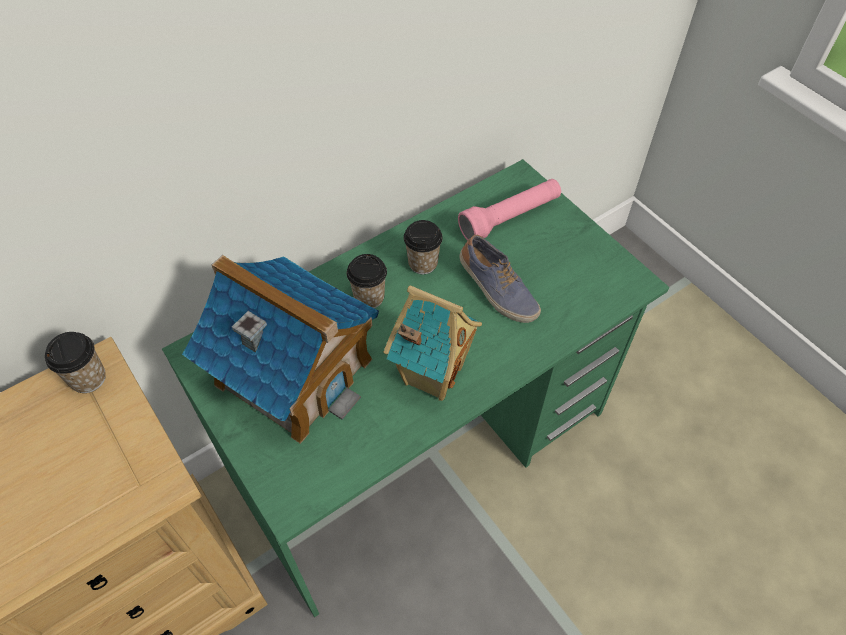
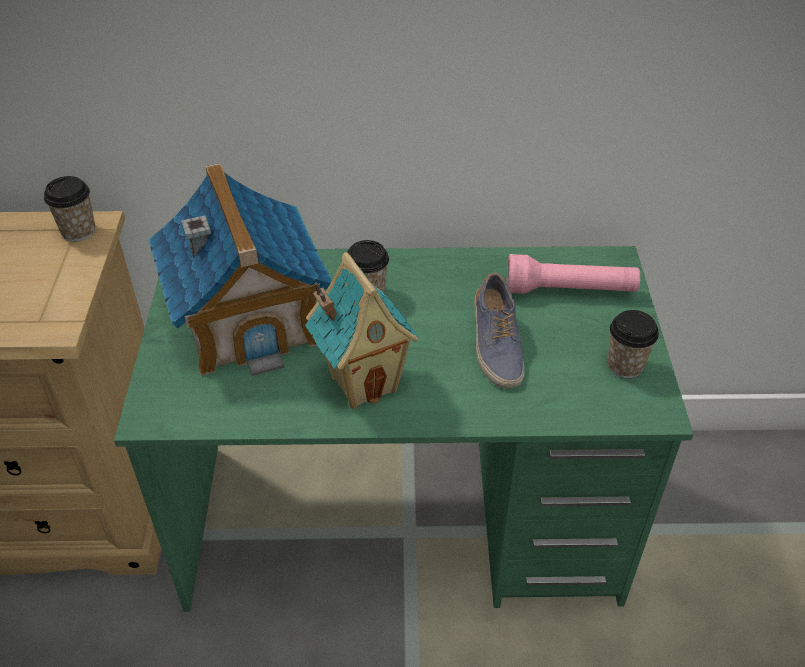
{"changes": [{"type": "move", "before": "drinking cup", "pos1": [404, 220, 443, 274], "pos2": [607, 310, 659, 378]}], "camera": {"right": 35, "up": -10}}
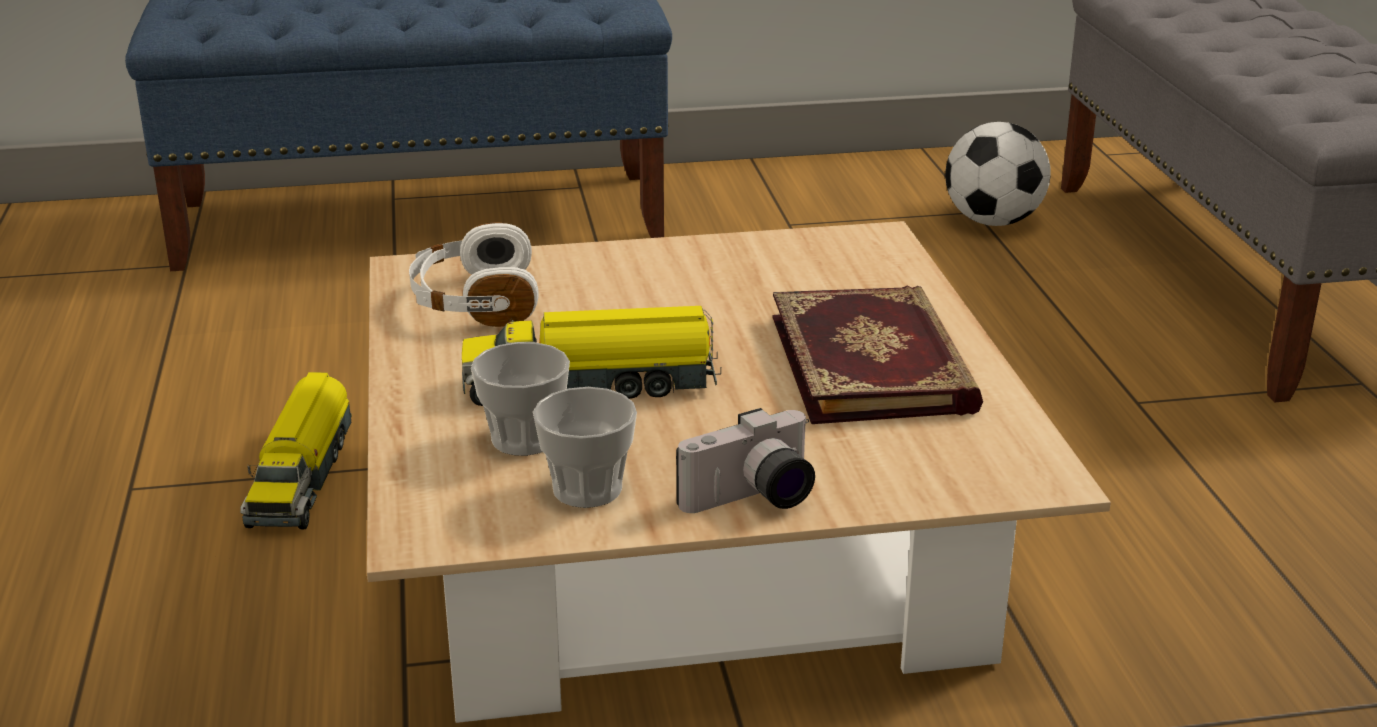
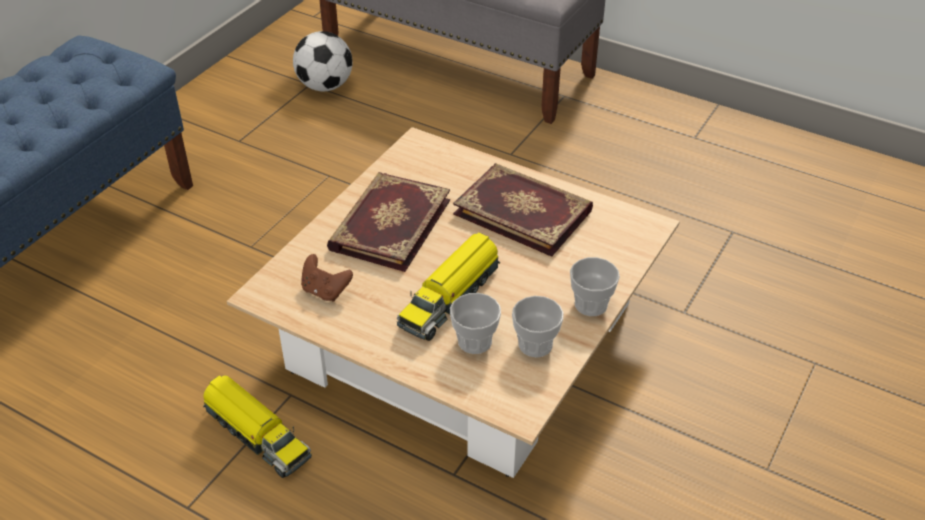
{"changes": [{"type": "replace", "before": "headset (white)", "after": "game controller (brown)", "pos1": [409, 222, 539, 327], "pos2": [301, 254, 353, 302]}, {"type": "replace", "before": "still camera", "after": "drinking cup", "pos1": [676, 408, 815, 513], "pos2": [570, 257, 620, 316]}, {"type": "insert", "after": "bound book", "pos2": [327, 172, 450, 272]}], "camera": {"right": -50, "up": 15}}
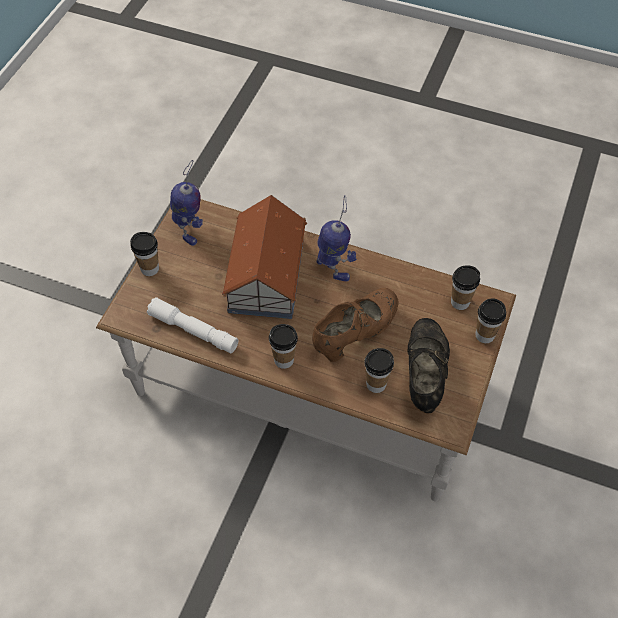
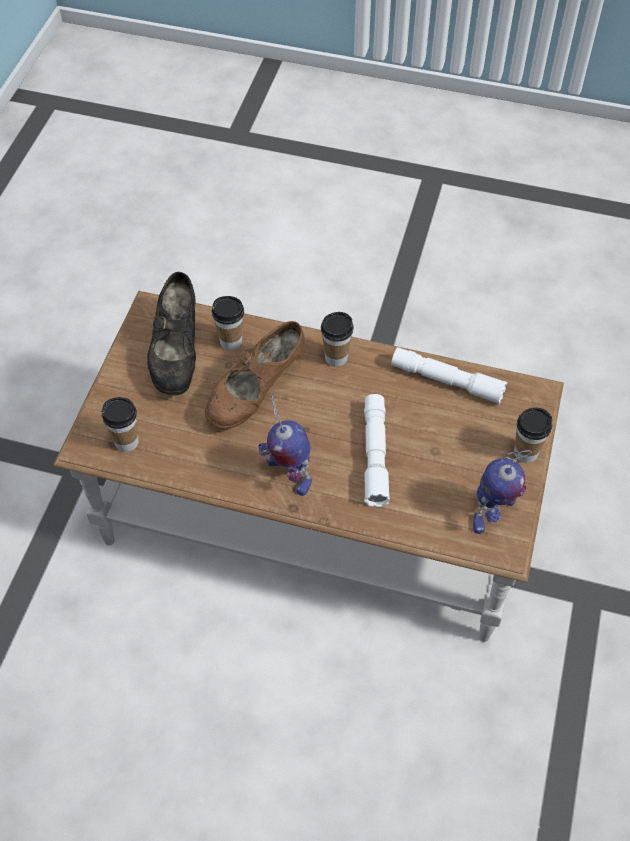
{"changes": [{"type": "rotate", "before": "model robot", "pos1": [170, 160, 203, 246], "pos2": [473, 450, 532, 534], "turn": -120}, {"type": "replace", "before": "model house", "after": "torch (white)", "pos1": [222, 195, 307, 319], "pos2": [364, 394, 390, 507]}, {"type": "delete", "before": "drinking cup", "pos1": [476, 299, 506, 343]}], "camera": {"right": 175, "up": 0}}
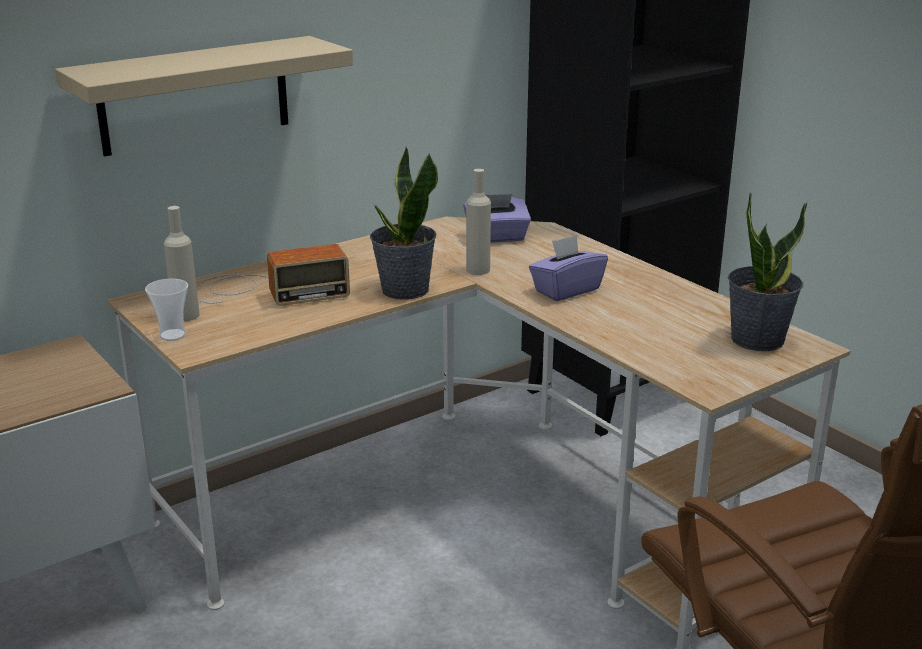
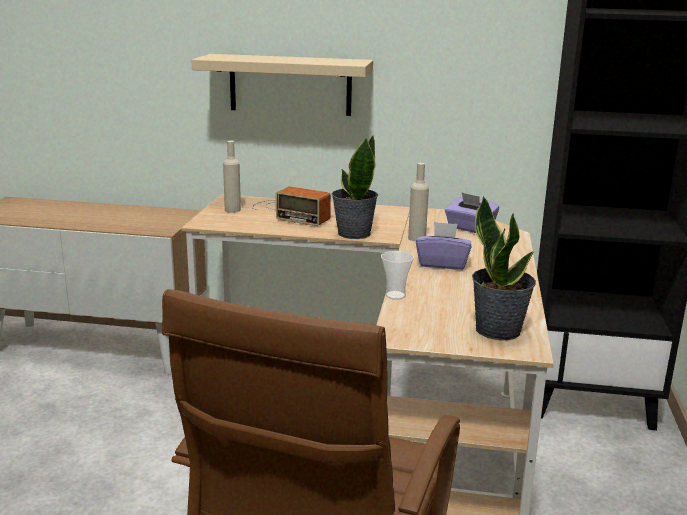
{"changes": [{"type": "move", "before": "drinking cup", "pos1": [145, 279, 188, 341], "pos2": [381, 251, 414, 300]}], "camera": {"right": 45, "up": -5}}
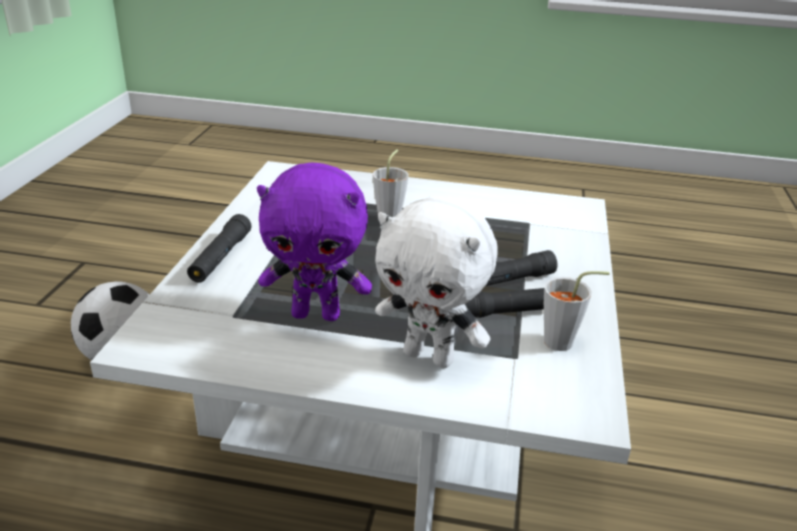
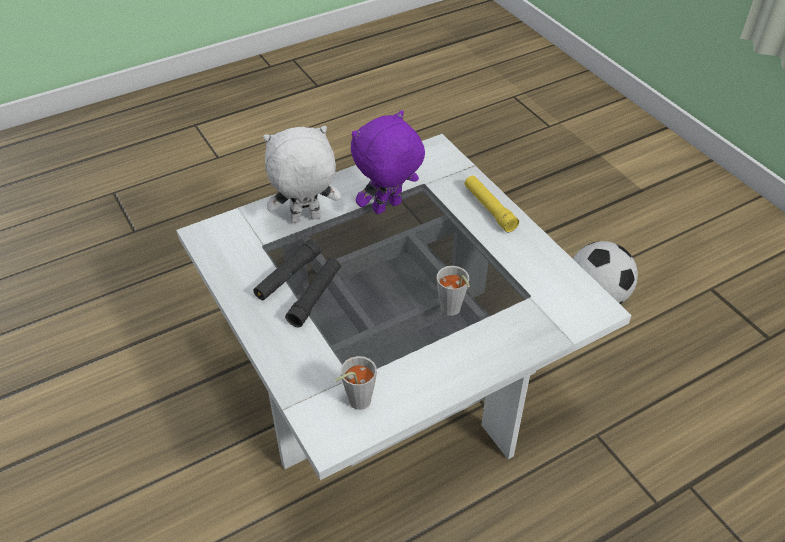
{"changes": [{"type": "recolor", "before": "torch (blackish)", "after": "torch (yellow)", "pos1": [187, 214, 251, 283], "pos2": [465, 176, 519, 232]}, {"type": "move", "before": "drinking cup (greyish)", "pos1": [544, 271, 610, 351], "pos2": [335, 356, 377, 410]}], "camera": {"right": 140, "up": 15}}
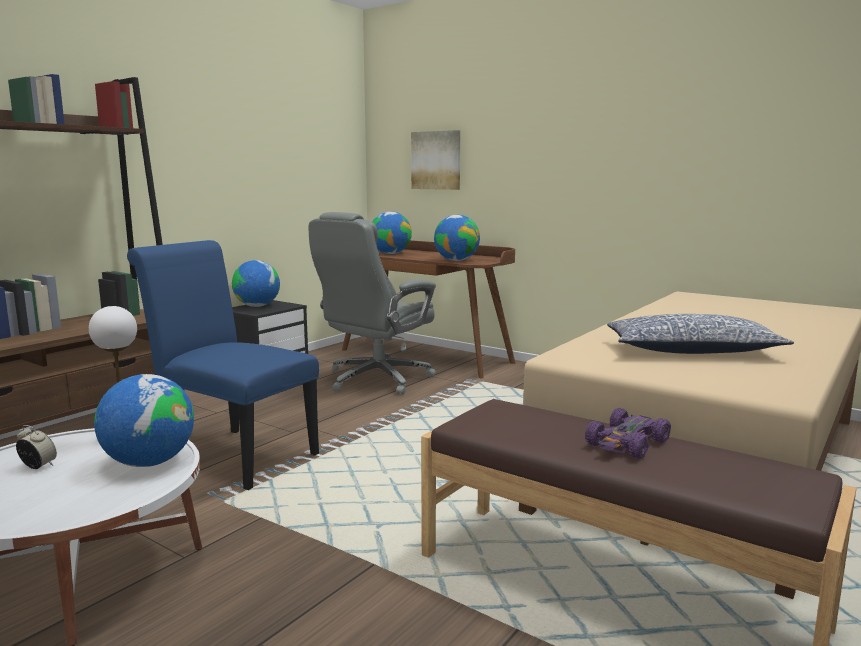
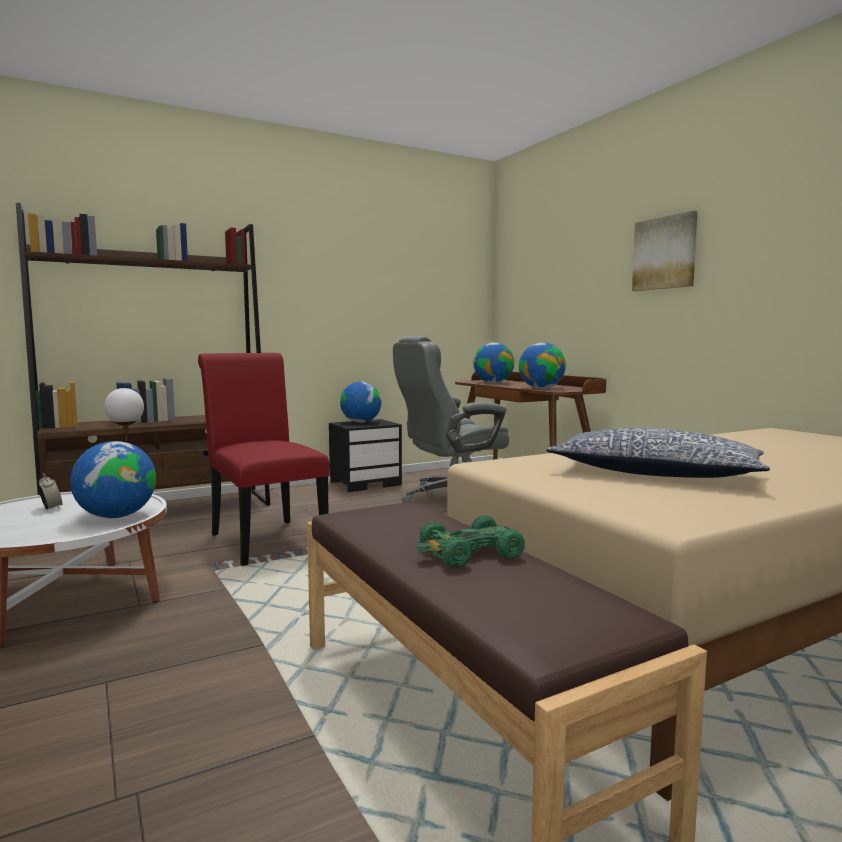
{"changes": [{"type": "move", "before": "wall art", "pos1": [411, 130, 460, 190], "pos2": [632, 211, 698, 291]}, {"type": "recolor", "before": "upright chair (blue)", "after": "upright chair (red-coloured)", "pos1": [127, 240, 319, 490], "pos2": [198, 353, 330, 566]}, {"type": "recolor", "before": "model car (purple)", "after": "model car (green)", "pos1": [585, 408, 671, 459], "pos2": [415, 515, 525, 568]}], "camera": {"right": 25, "up": -5}}
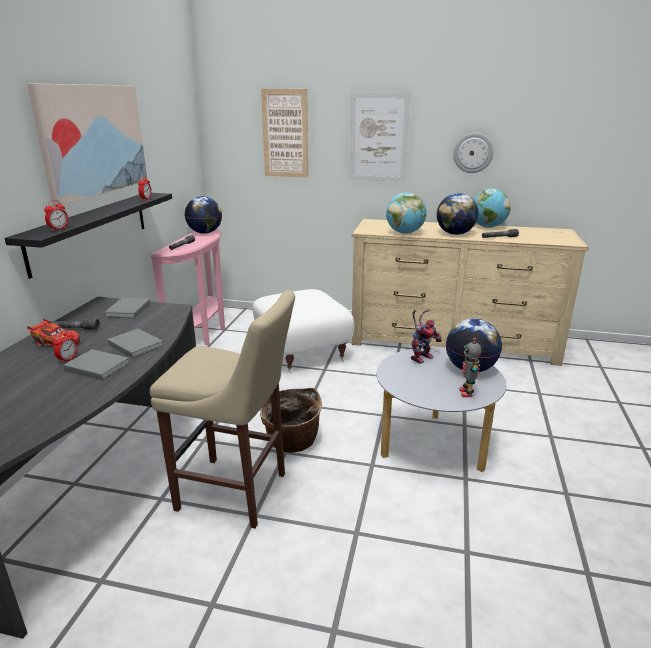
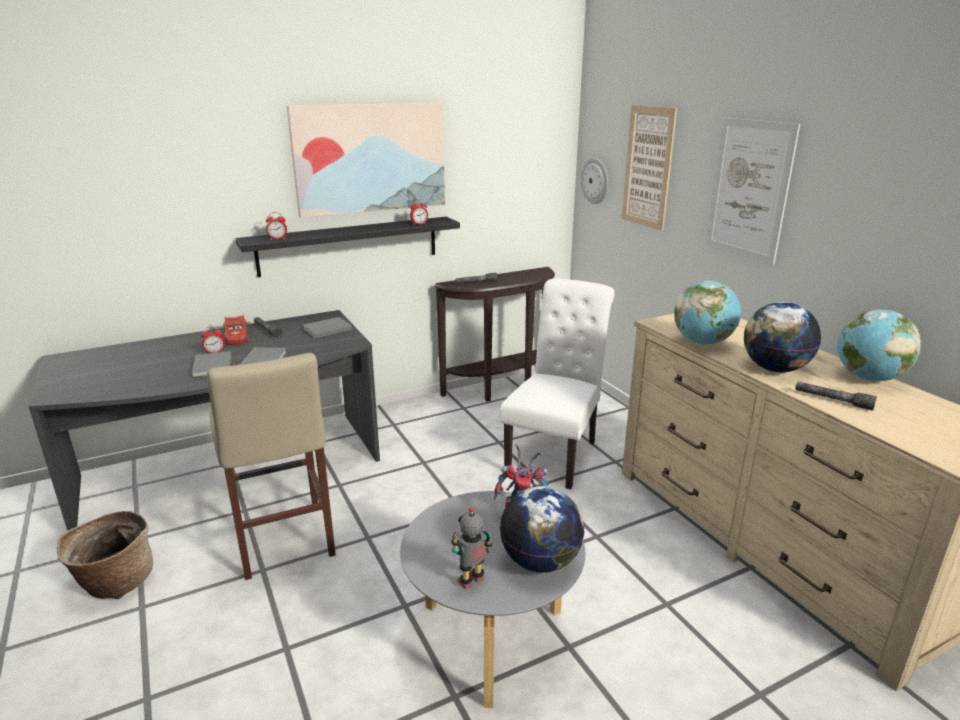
{"changes": [{"type": "move", "before": "wall clock", "pos1": [453, 133, 494, 173], "pos2": [581, 158, 608, 204]}, {"type": "delete", "before": "globe", "pos1": [185, 196, 222, 234]}, {"type": "recolor", "before": "hall table (pink-coloured)", "after": "hall table (brown)", "pos1": [150, 229, 225, 345], "pos2": [434, 267, 555, 402]}, {"type": "replace", "before": "pouffe (white)", "after": "upright chair (white)", "pos1": [253, 289, 354, 373], "pos2": [500, 279, 615, 489]}, {"type": "move", "before": "household basket", "pos1": [260, 388, 322, 452], "pos2": [56, 511, 153, 599]}], "camera": {"right": 50, "up": 0}}
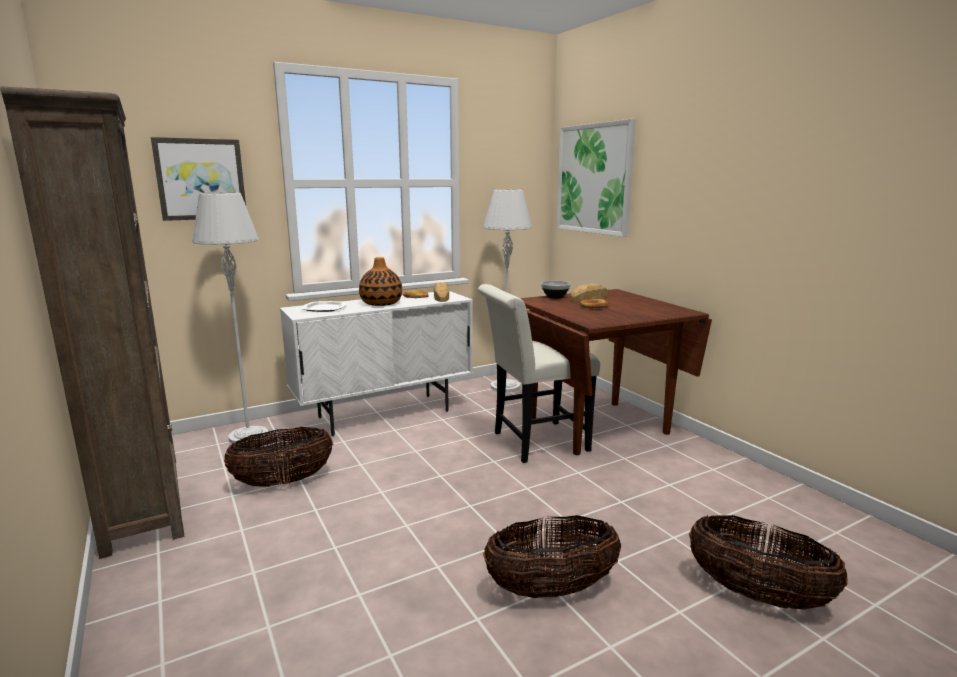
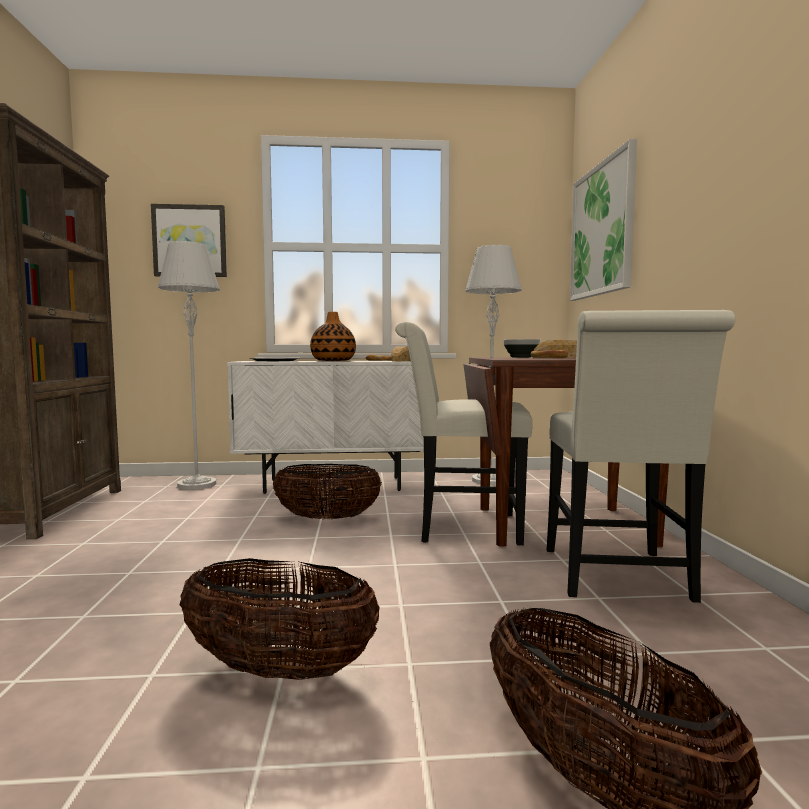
{"changes": [{"type": "move", "before": "household basket", "pos1": [224, 427, 333, 487], "pos2": [273, 464, 382, 519]}, {"type": "insert", "after": "upright chair (white)", "pos2": [547, 310, 736, 603]}], "camera": {"right": 25, "up": -10}}
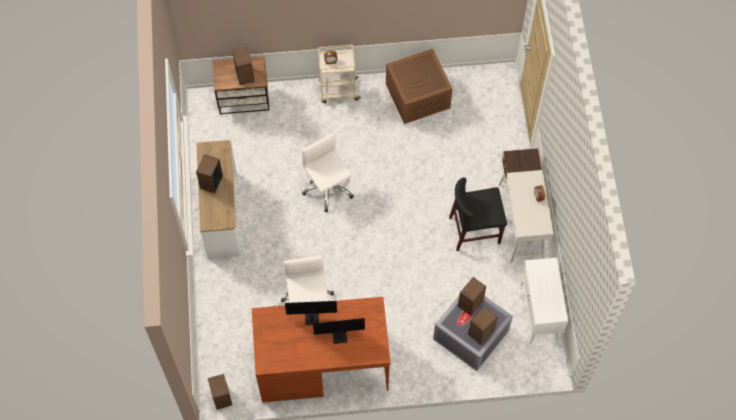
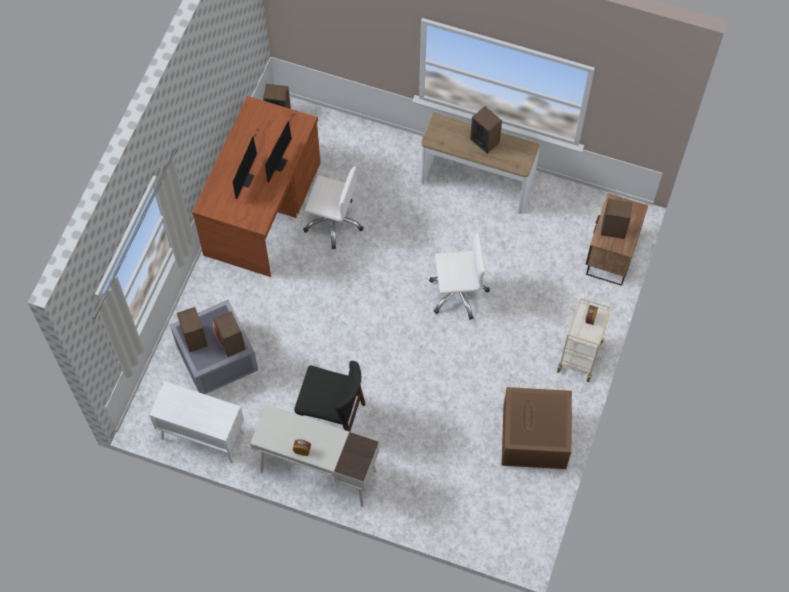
{"changes": [{"type": "rotate", "before": "upright chair (blackish)", "pos1": [449, 178, 507, 251], "pos2": [294, 361, 365, 432], "turn": 90}], "camera": {"right": 115, "up": 0}}
